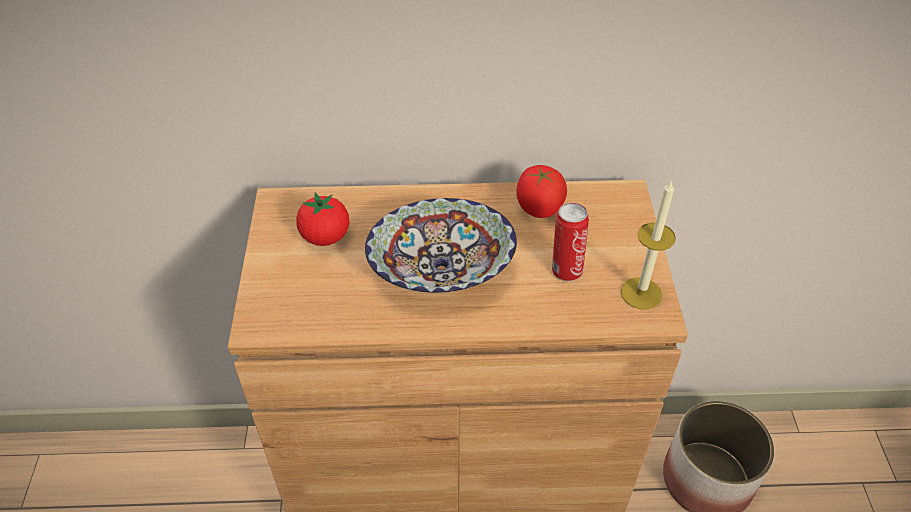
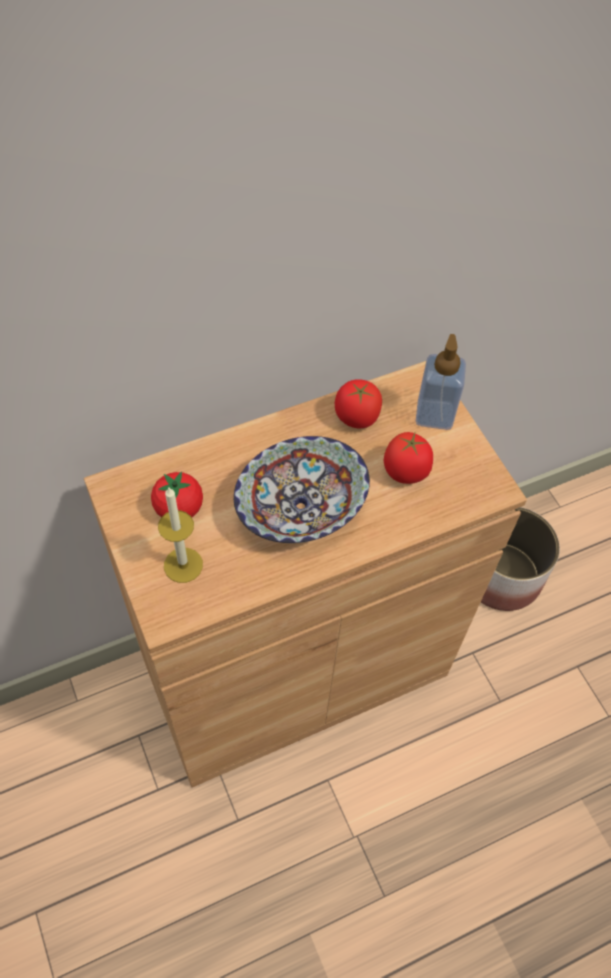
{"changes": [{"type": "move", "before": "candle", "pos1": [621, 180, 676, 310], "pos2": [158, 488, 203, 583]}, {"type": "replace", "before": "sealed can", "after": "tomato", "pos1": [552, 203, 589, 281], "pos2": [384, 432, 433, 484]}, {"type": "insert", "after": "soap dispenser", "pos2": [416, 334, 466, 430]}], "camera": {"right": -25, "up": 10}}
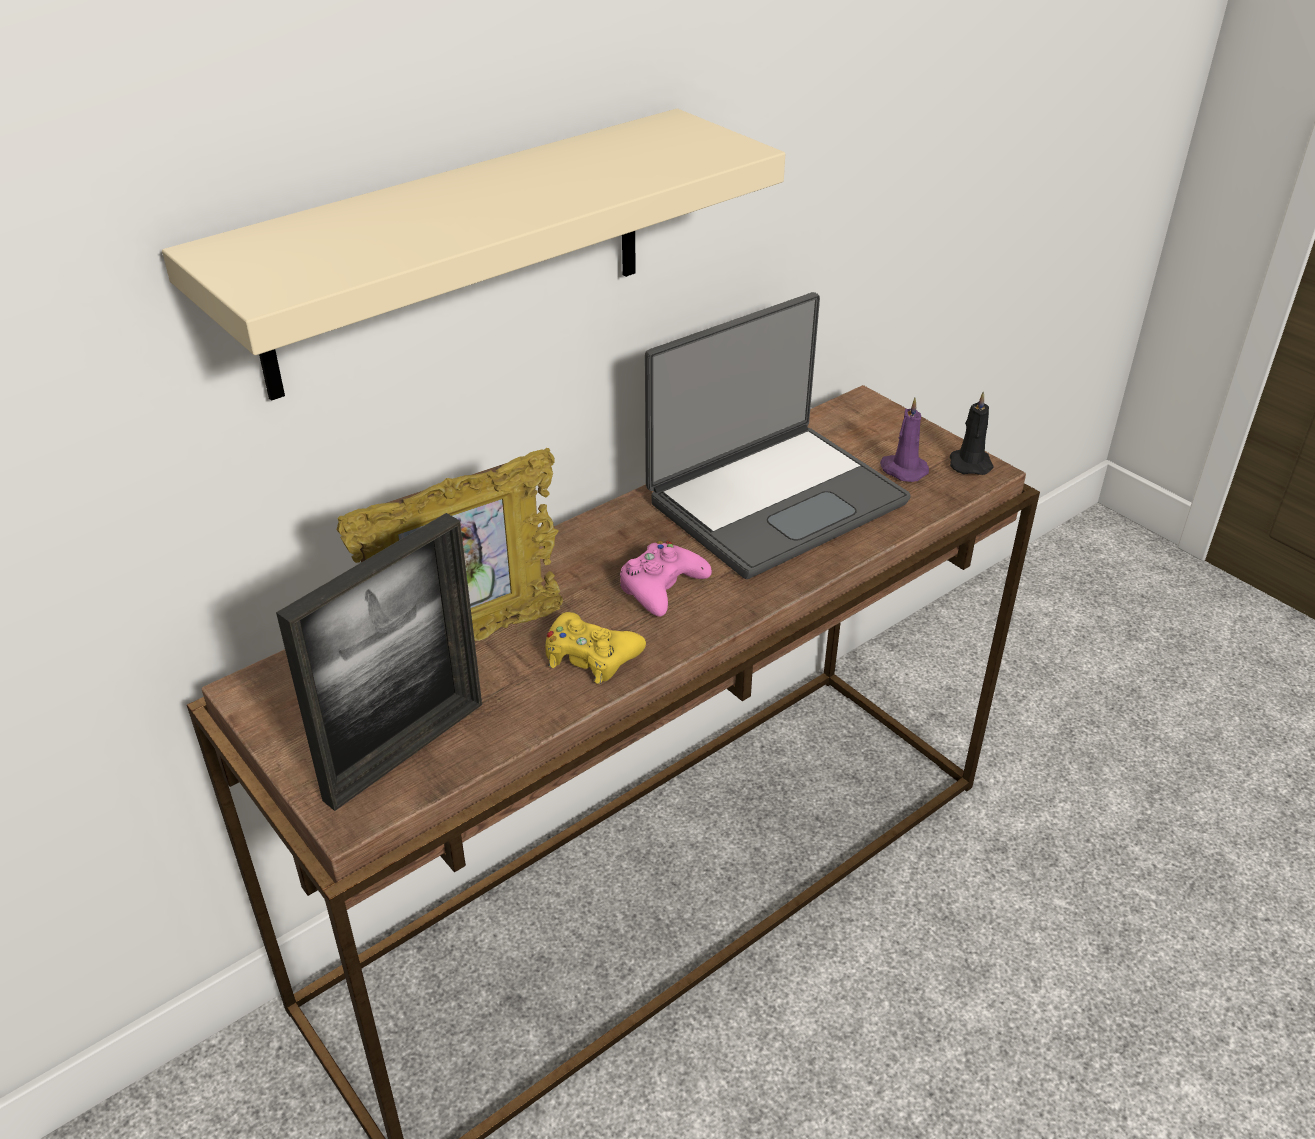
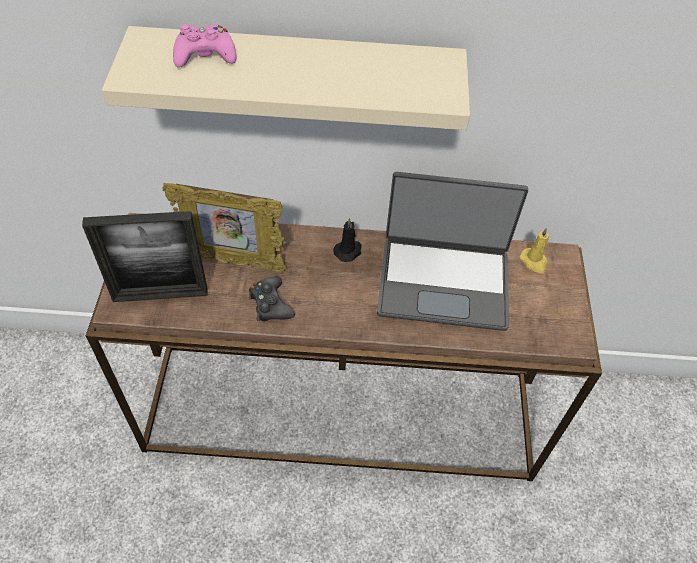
{"changes": [{"type": "move", "before": "candle (blackish)", "pos1": [950, 391, 994, 475], "pos2": [333, 218, 361, 262]}, {"type": "delete", "before": "candle (purple)", "pos1": [880, 398, 929, 482]}, {"type": "move", "before": "game controller (pink-coloured)", "pos1": [620, 541, 712, 616], "pos2": [173, 24, 237, 68]}, {"type": "recolor", "before": "game controller (yellow)", "after": "game controller (blackish)", "pos1": [545, 612, 646, 684], "pos2": [249, 277, 295, 322]}, {"type": "insert", "after": "candle (yellow)", "pos2": [520, 228, 549, 274]}], "camera": {"right": 40, "up": 15}}
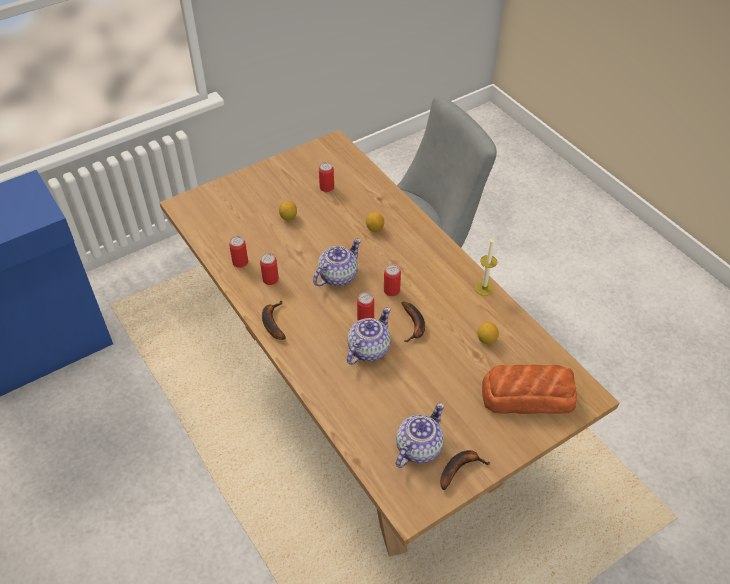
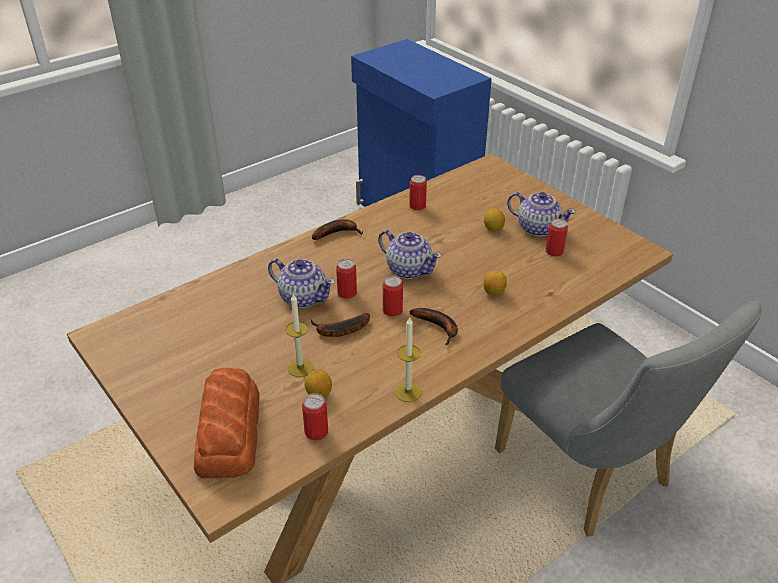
{"changes": [{"type": "move", "before": "sealed can", "pos1": [260, 253, 279, 285], "pos2": [302, 393, 328, 440]}, {"type": "move", "before": "teapot", "pos1": [396, 403, 444, 468], "pos2": [507, 192, 576, 236]}, {"type": "move", "before": "whole banana", "pos1": [440, 450, 490, 491], "pos2": [410, 308, 458, 345]}, {"type": "insert", "after": "candle", "pos2": [286, 293, 314, 377]}], "camera": {"right": 85, "up": -10}}
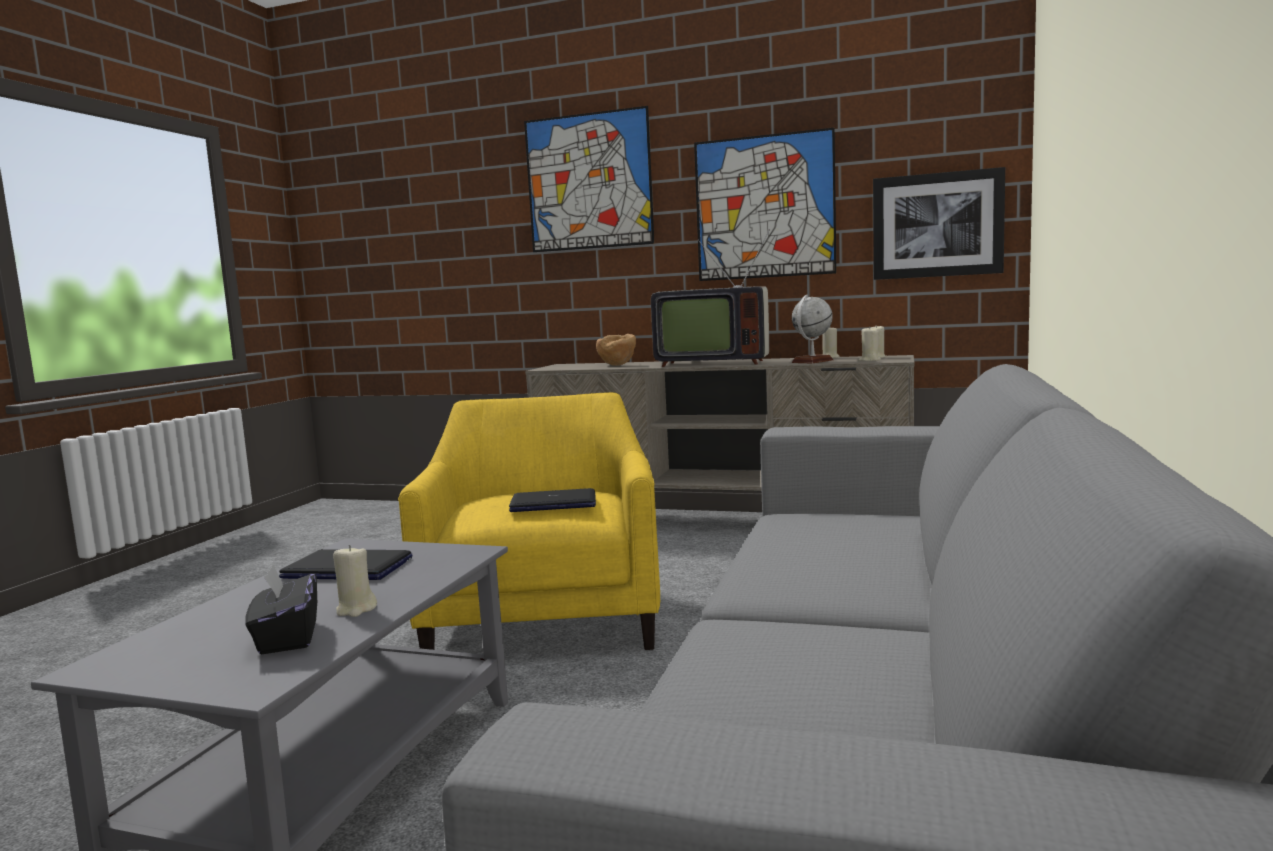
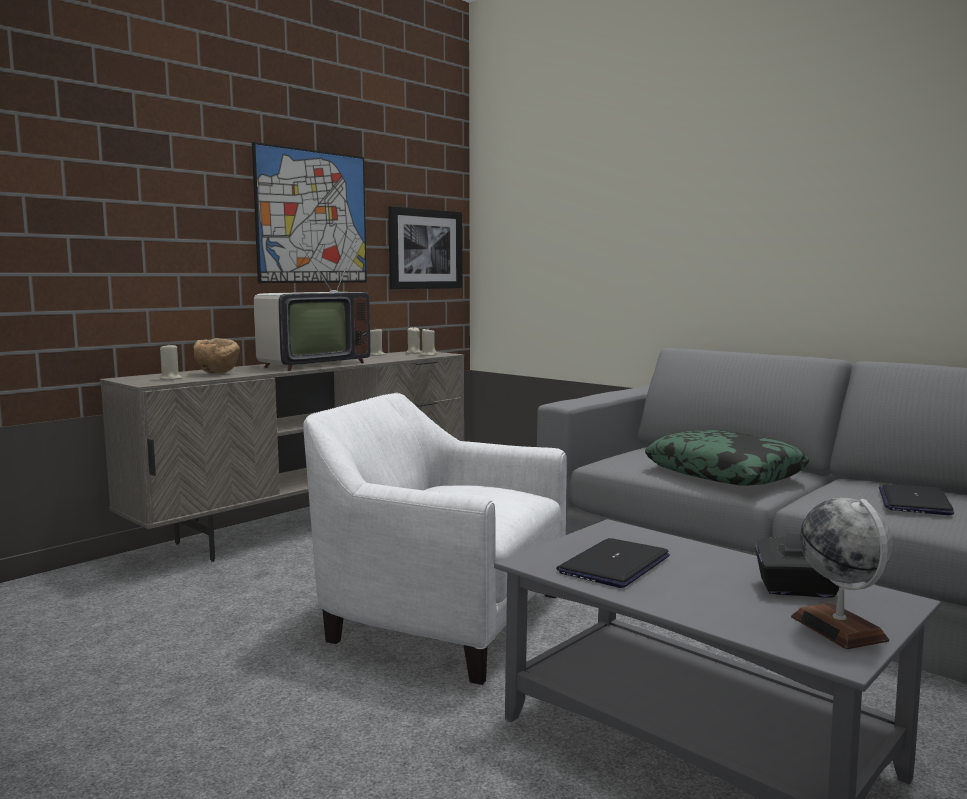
{"changes": [{"type": "delete", "before": "wall art", "pos1": [524, 106, 655, 252]}, {"type": "move", "before": "globe", "pos1": [792, 295, 833, 363], "pos2": [791, 498, 893, 649]}, {"type": "recolor", "before": "armchair (yellow)", "after": "armchair (white)", "pos1": [398, 392, 660, 650], "pos2": [304, 393, 567, 685]}, {"type": "move", "before": "portable computer", "pos1": [509, 488, 596, 512], "pos2": [879, 484, 954, 515]}, {"type": "move", "before": "candle (sand-coloured)", "pos1": [333, 545, 377, 617], "pos2": [160, 343, 182, 380]}, {"type": "insert", "after": "throw pillow", "pos2": [645, 430, 809, 485]}], "camera": {"right": -65, "up": 0}}
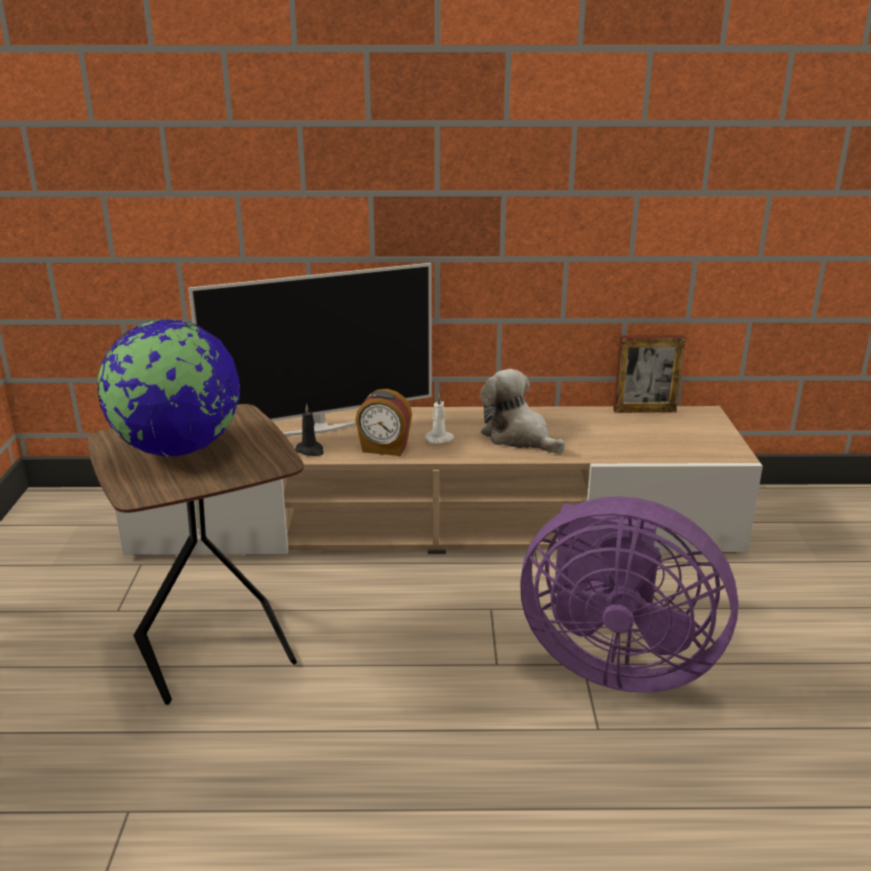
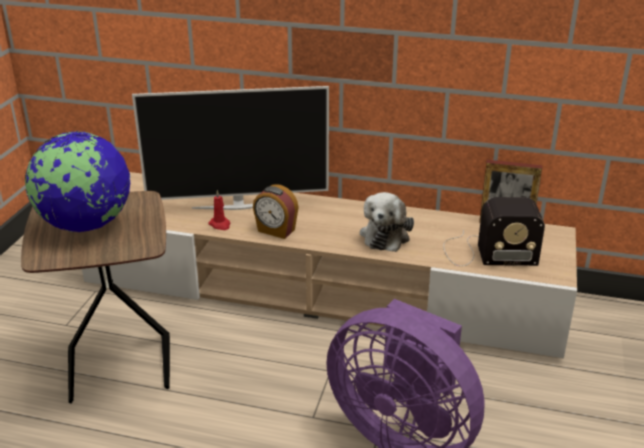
{"changes": [{"type": "rotate", "before": "soft toy", "pos1": [480, 369, 565, 453], "pos2": [360, 192, 414, 252], "turn": -135}, {"type": "delete", "before": "candle (white)", "pos1": [425, 394, 454, 444]}, {"type": "recolor", "before": "candle (blackish)", "after": "candle (red-coloured)", "pos1": [295, 404, 324, 456], "pos2": [209, 190, 230, 230]}, {"type": "insert", "after": "radio receiver", "pos2": [443, 197, 545, 266]}], "camera": {"right": 15, "up": 5}}
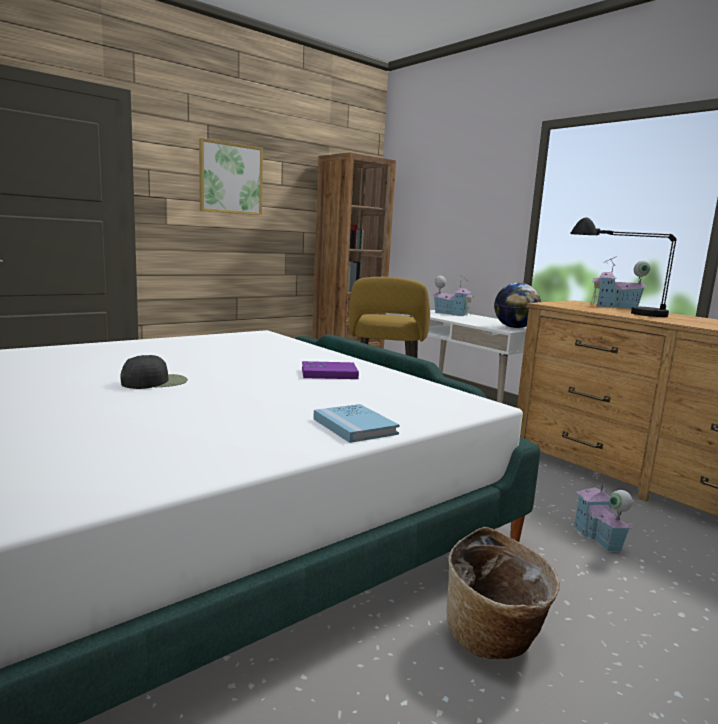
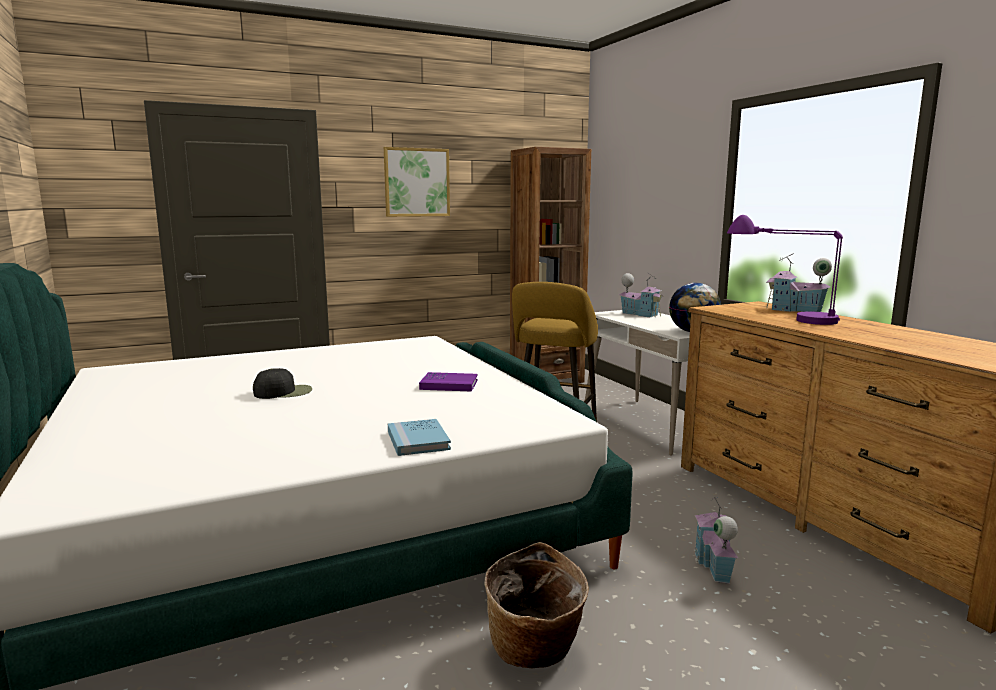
{"changes": [{"type": "recolor", "before": "tabletop lamp (blackish)", "after": "tabletop lamp (purple)", "pos1": [570, 217, 677, 317], "pos2": [727, 215, 843, 325]}], "camera": {"right": 15, "up": 0}}
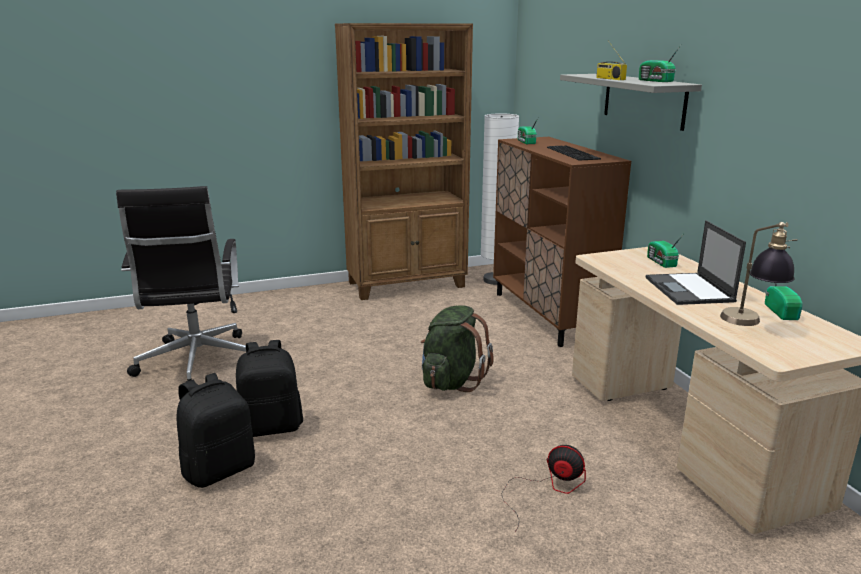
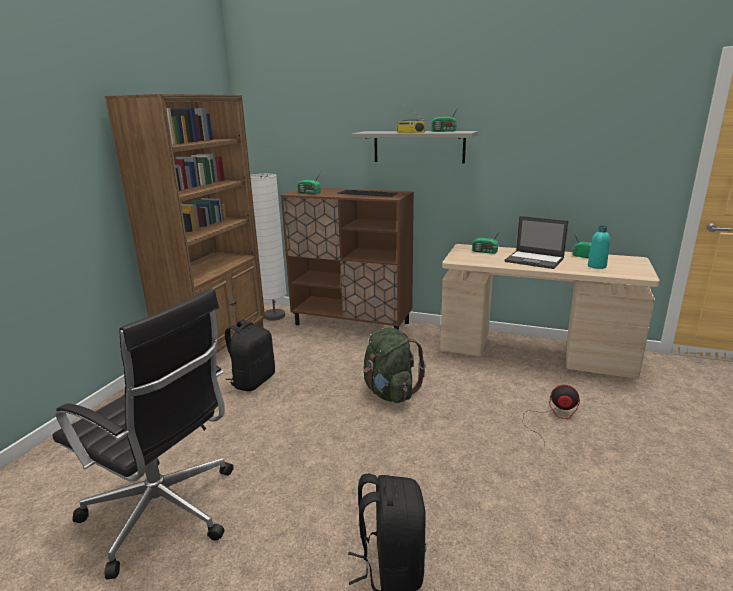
{"changes": [{"type": "replace", "before": "tabletop lamp", "after": "drink bottle (turquoise-coloured)", "pos1": [720, 222, 798, 326], "pos2": [588, 226, 610, 269]}, {"type": "move", "before": "rucksack (blackish)", "pos1": [236, 340, 303, 437], "pos2": [225, 320, 275, 391]}, {"type": "rotate", "before": "electric fan", "pos1": [501, 445, 586, 532], "pos2": [523, 385, 580, 447], "turn": 45}], "camera": {"right": -50, "up": 0}}
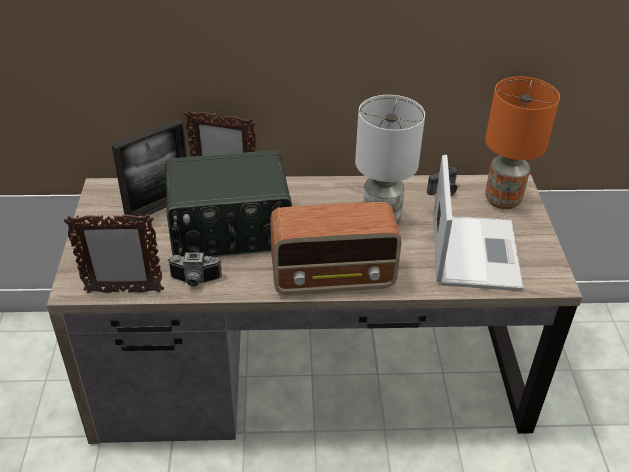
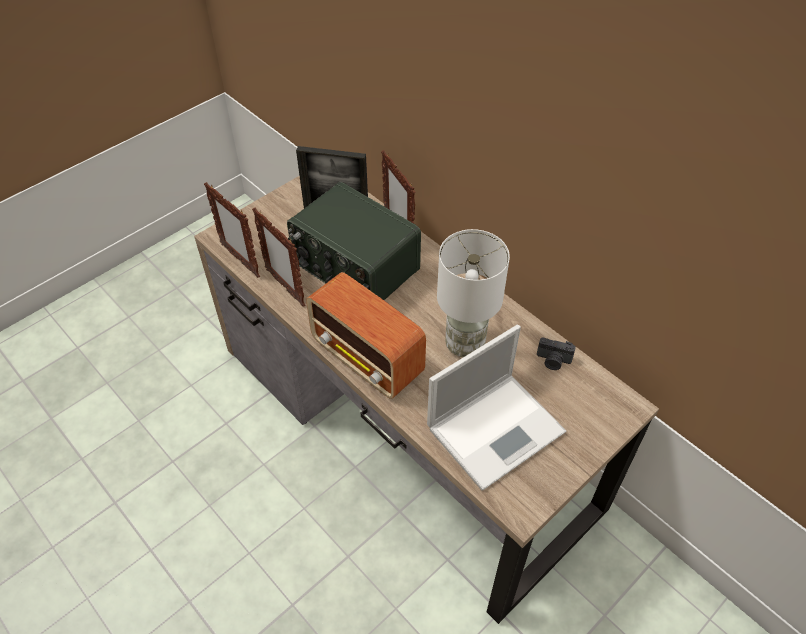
{"changes": [{"type": "delete", "before": "tabletop lamp (orangey)", "pos1": [485, 77, 560, 209]}, {"type": "replace", "before": "still camera", "after": "photo frame", "pos1": [167, 252, 222, 287], "pos2": [252, 208, 306, 306]}], "camera": {"right": 50, "up": 10}}
